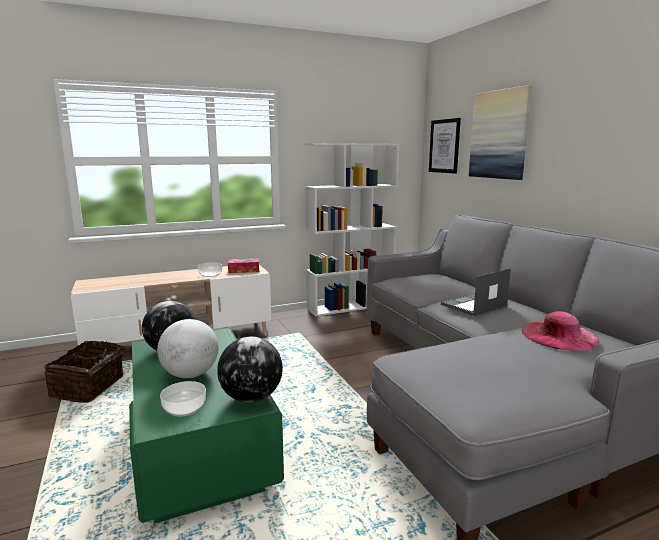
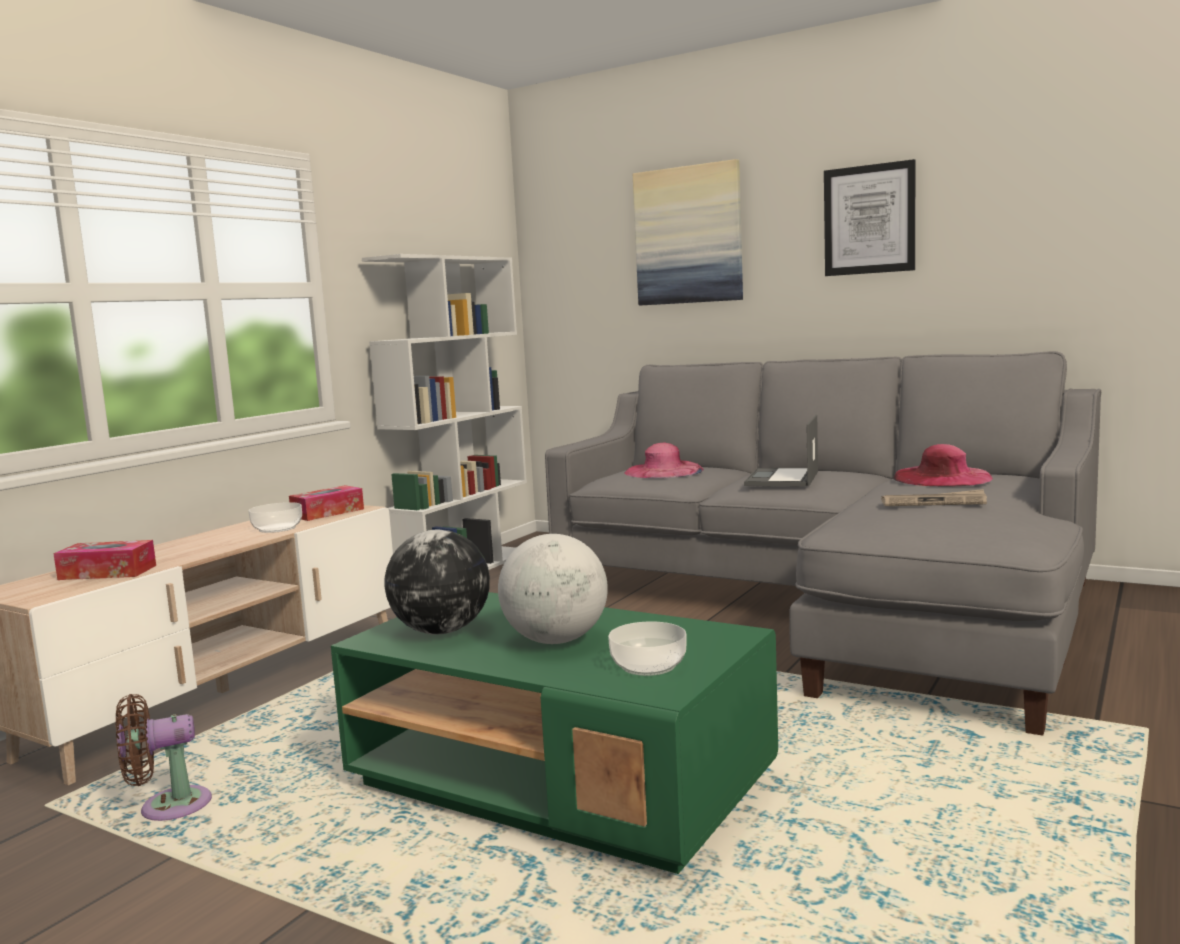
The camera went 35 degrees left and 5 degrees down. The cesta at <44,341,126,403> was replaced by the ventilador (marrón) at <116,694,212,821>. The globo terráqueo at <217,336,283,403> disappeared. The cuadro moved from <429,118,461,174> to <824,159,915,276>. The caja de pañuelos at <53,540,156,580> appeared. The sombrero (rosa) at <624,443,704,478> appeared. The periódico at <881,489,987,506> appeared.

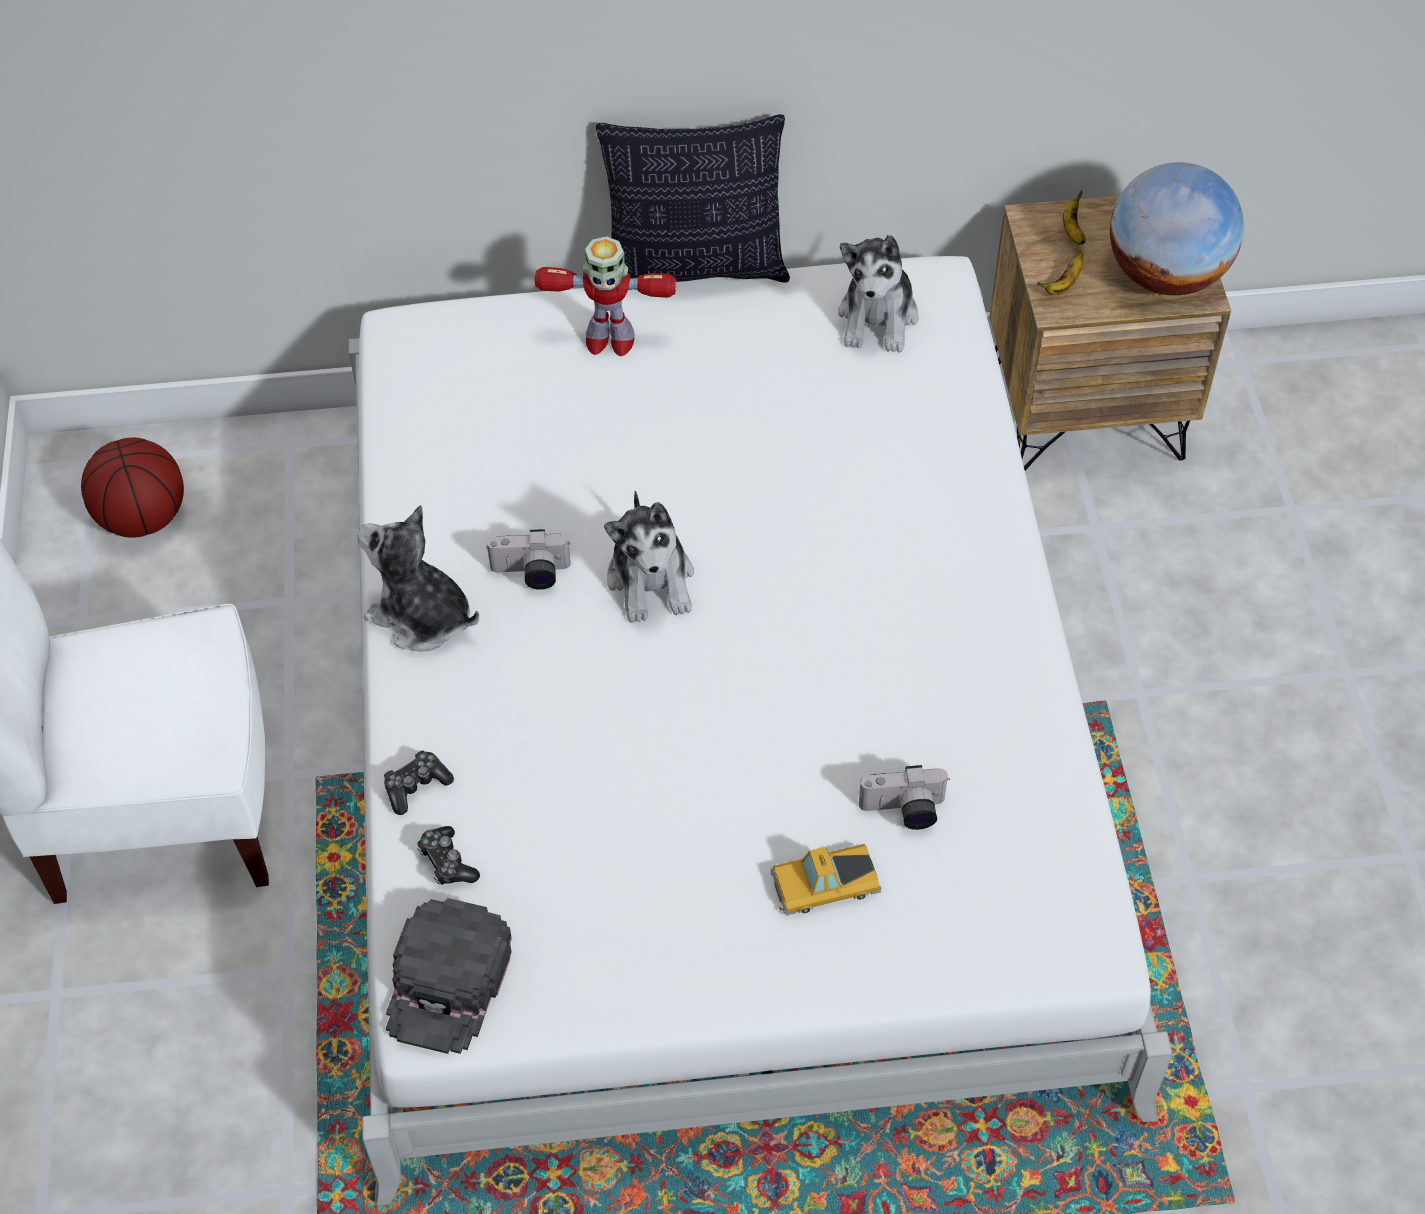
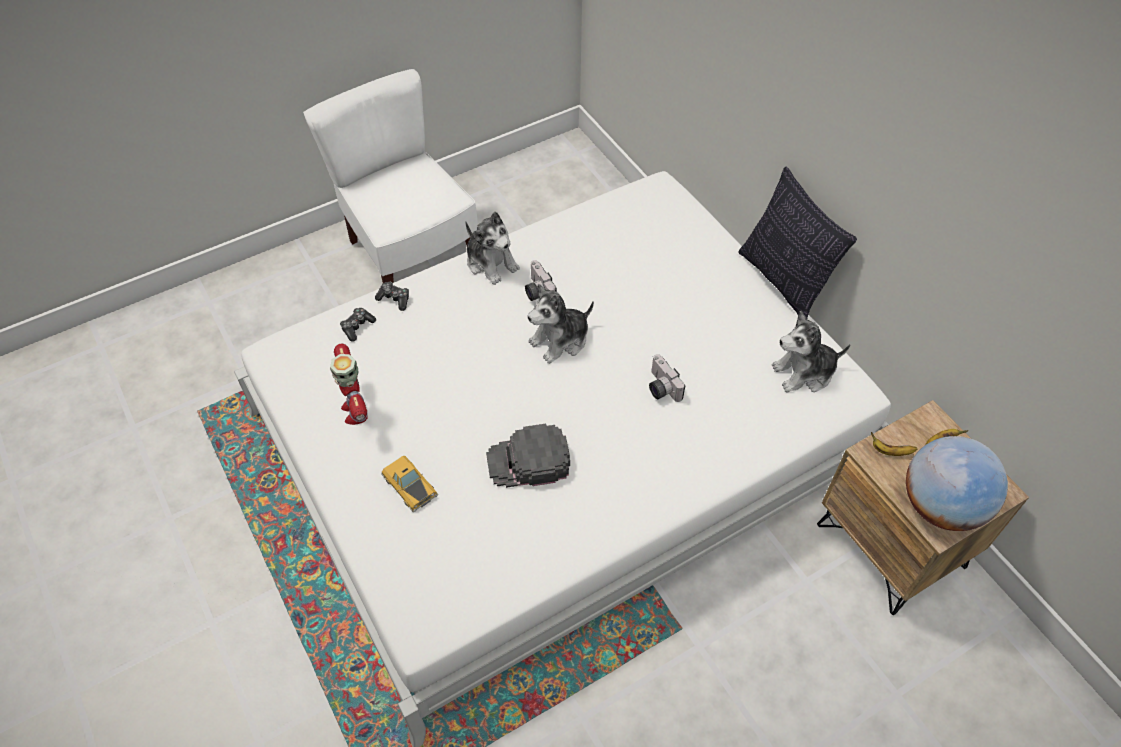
The camera went 65 degrees right and 0 degrees up. The balón de baloncesto at <81,438,184,538> disappeared. The peluche at <357,505,479,652> turned 135 degrees clockwise. The gorra (negro) moved from <386,898,512,1054> to <486,424,570,488>. The robot de juguete moved from <535,236,676,356> to <330,344,368,425>. The cámara moved from <859,765,950,830> to <649,354,685,402>.

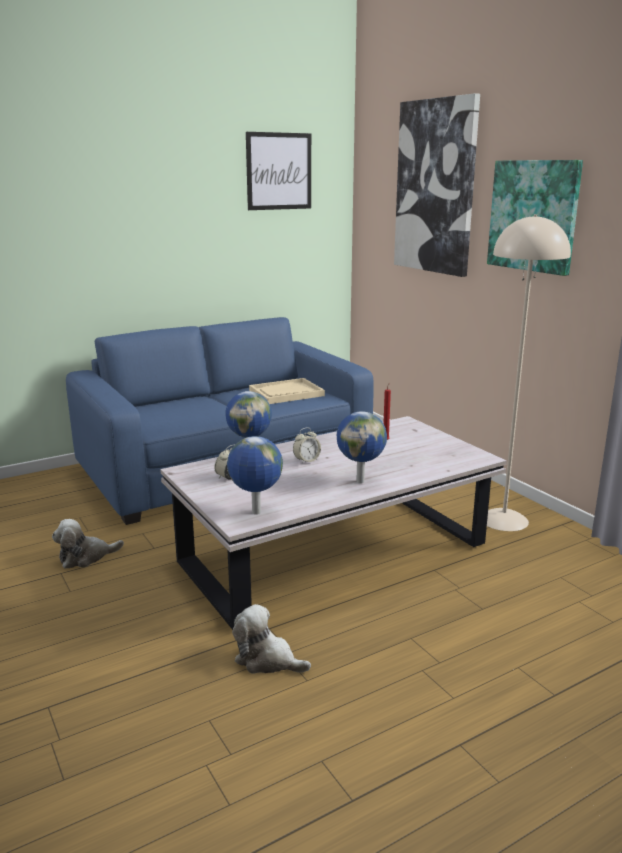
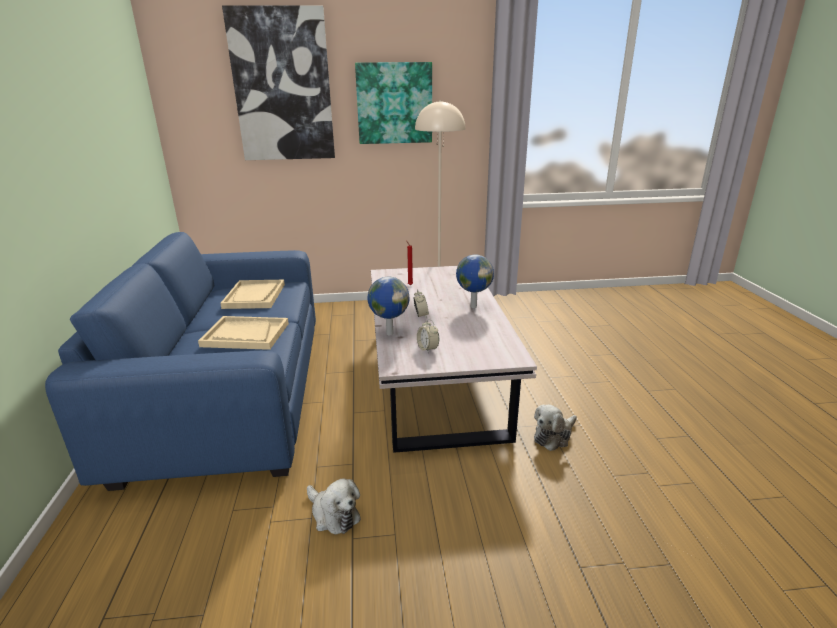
The camera went 65 degrees left and 5 degrees up. The peluche at <52,519,124,569> turned 45 degrees counterclockwise. The globo terráqueo at <227,436,283,515> disappeared. The cuadro at <246,132,311,210> disappeared. The bandeja (beis) at <198,316,289,350> appeared.

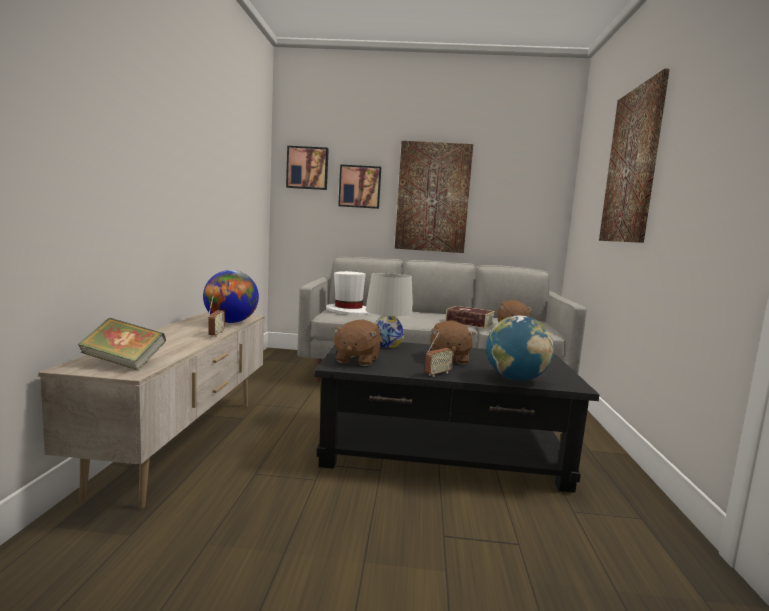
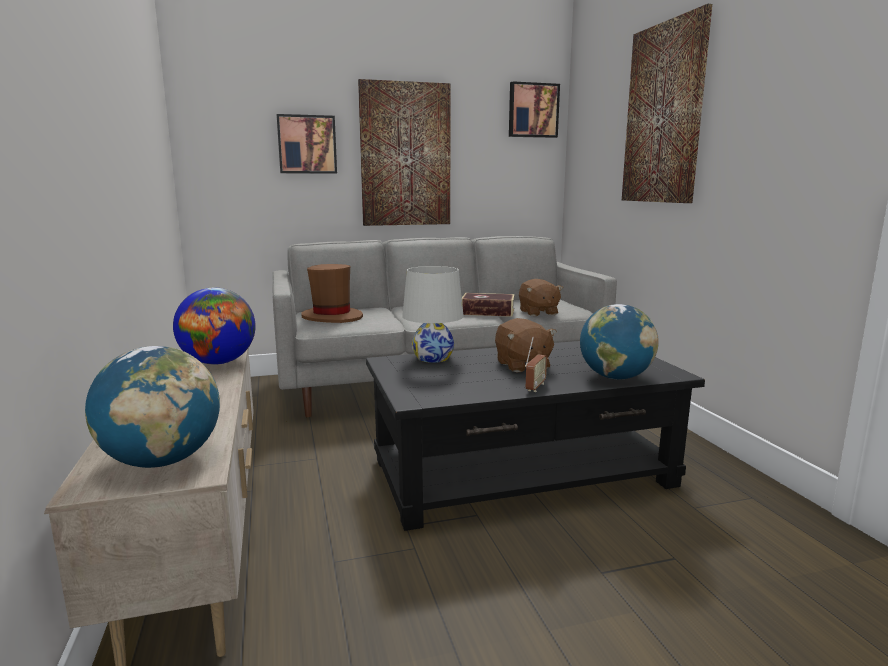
The camera went 20 degrees left and 5 degrees up. The libro at <78,318,166,371> was replaced by the globo terráqueo at <85,346,220,468>. The radio at <208,295,225,337> disappeared. The cuadro moved from <286,146,329,190> to <509,81,560,138>. The sombrero (blanco) at <326,271,370,315> became the sombrero (marrón) at <301,264,363,323>. The peluche (marrón) at <332,319,382,366> disappeared.

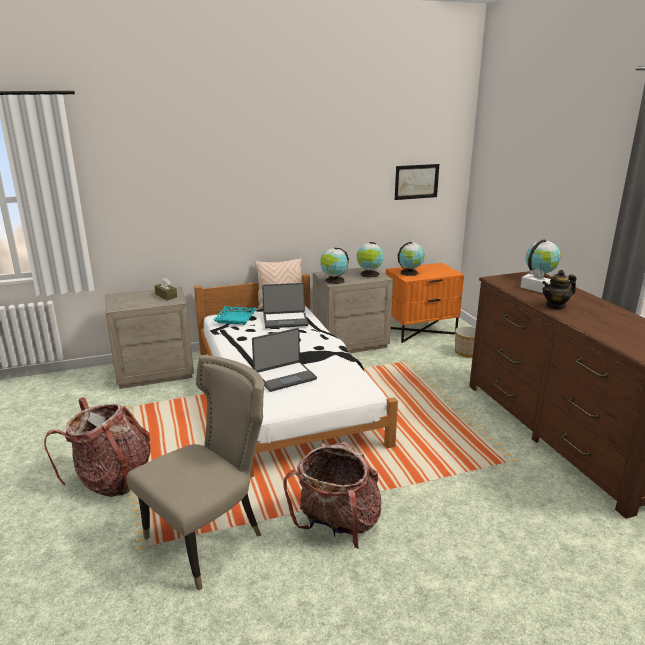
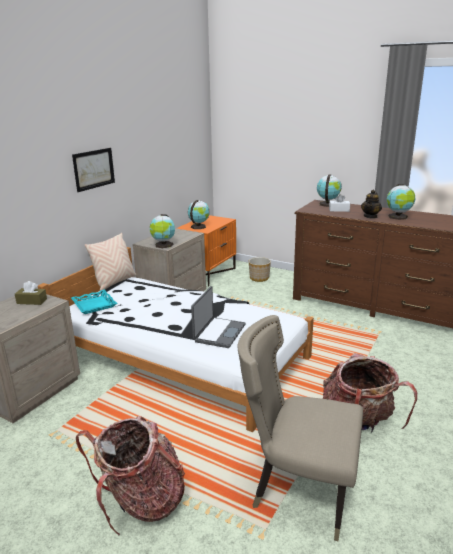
The camera went 40 degrees left and 0 degrees up. The silla (beis) at <127,355,264,590> turned 75 degrees counterclockwise. The portátil at <262,283,308,328> disappeared. The globo terráqueo moved from <357,242,383,278> to <387,184,416,220>. The cuadro moved from <395,164,439,200> to <72,148,115,192>.

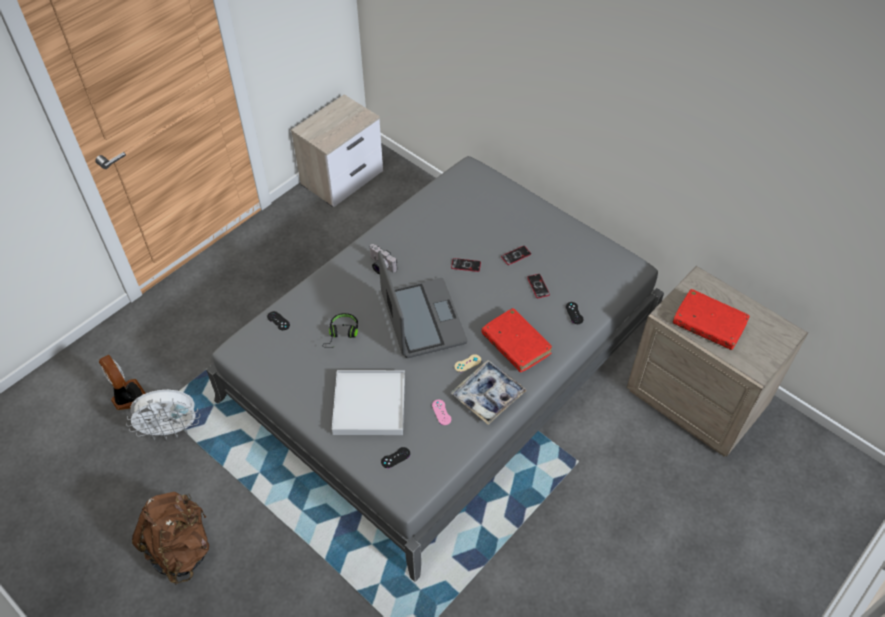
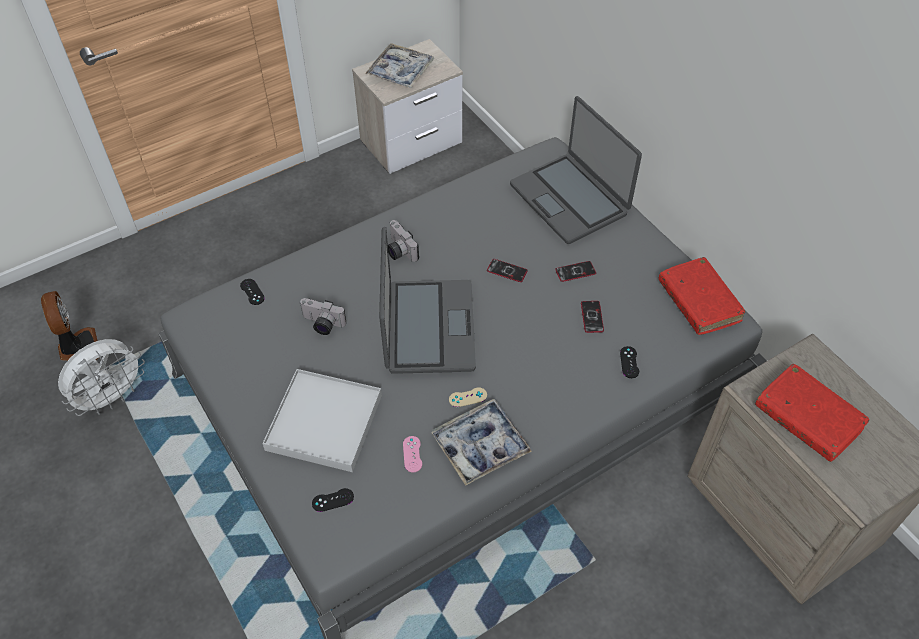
The camera went 15 degrees right and 0 degrees up. The ventilador (blanco) at <126,390,200,440> turned 45 degrees counterclockwise. The mochila (marrón) at <132,492,209,585> disappeared. The auriculares (negro) at <322,313,358,348> was replaced by the cámara at <299,298,346,335>. The libro (rojo) moved from <482,308,552,373> to <659,257,745,335>. The bandeja at <365,43,434,88> appeared. The portátil at <510,96,642,244> appeared.

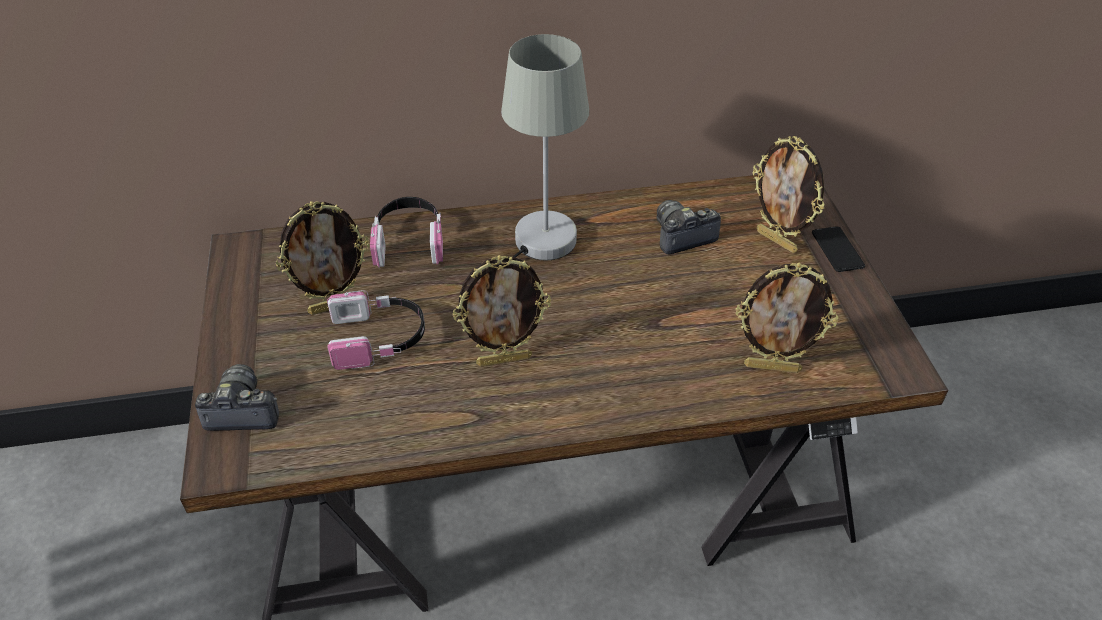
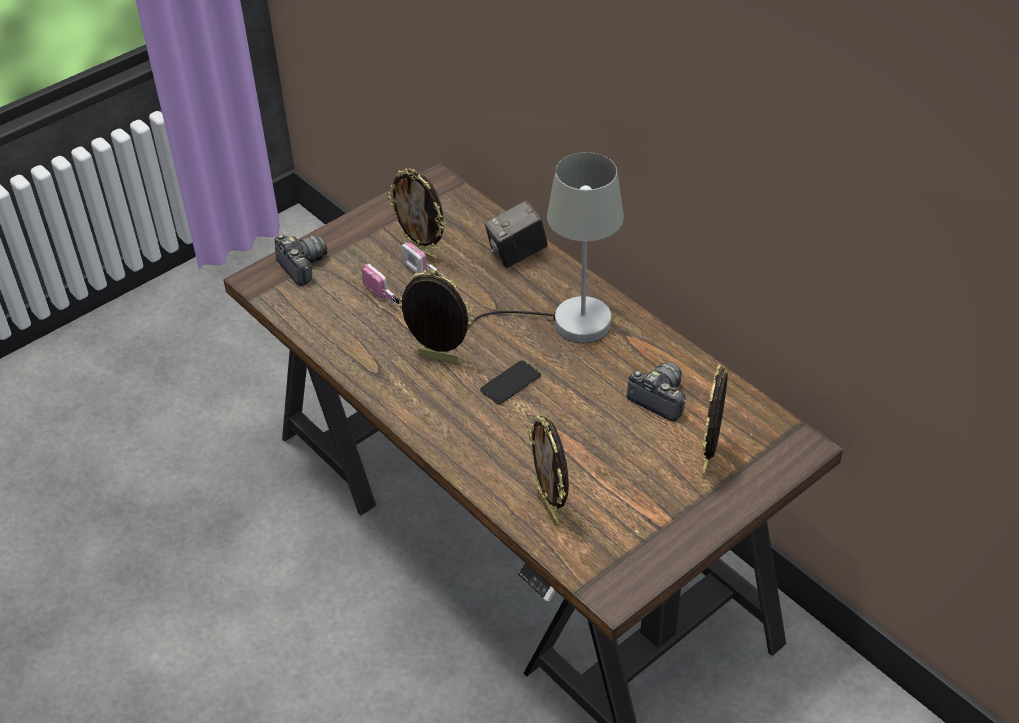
The camera went 60 degrees right and 0 degrees up. The auriculares at <370,197,443,268> was replaced by the cámara at <485,200,548,268>. The portarretratos at <453,255,551,366> turned 150 degrees clockwise. The móvil moved from <812,226,865,272> to <480,360,541,404>.

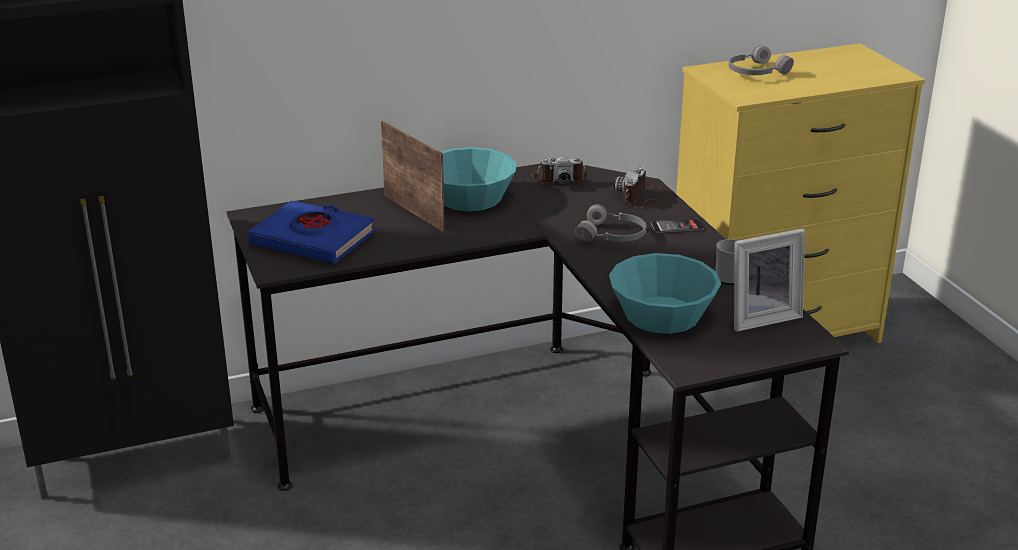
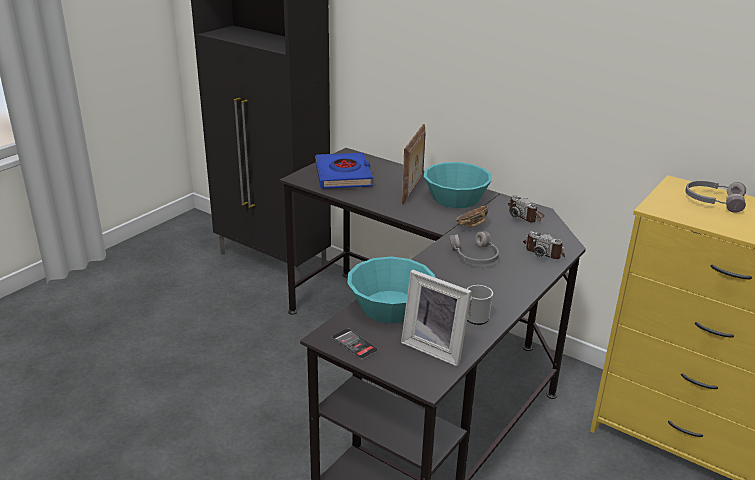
The camera went 55 degrees right and 0 degrees up. The cámara at <614,167,667,209> turned 135 degrees counterclockwise. The móvil moved from <651,219,703,233> to <332,328,378,360>. The cuenco at <456,206,488,228> appeared.

